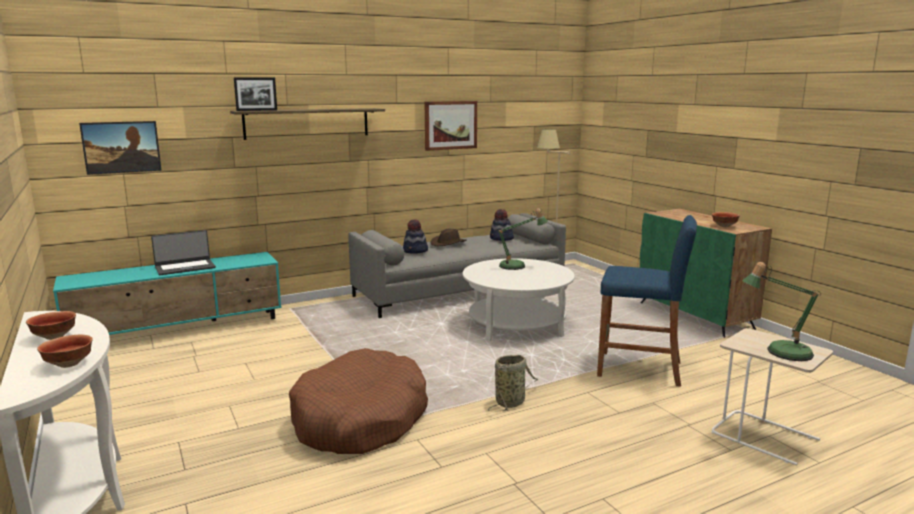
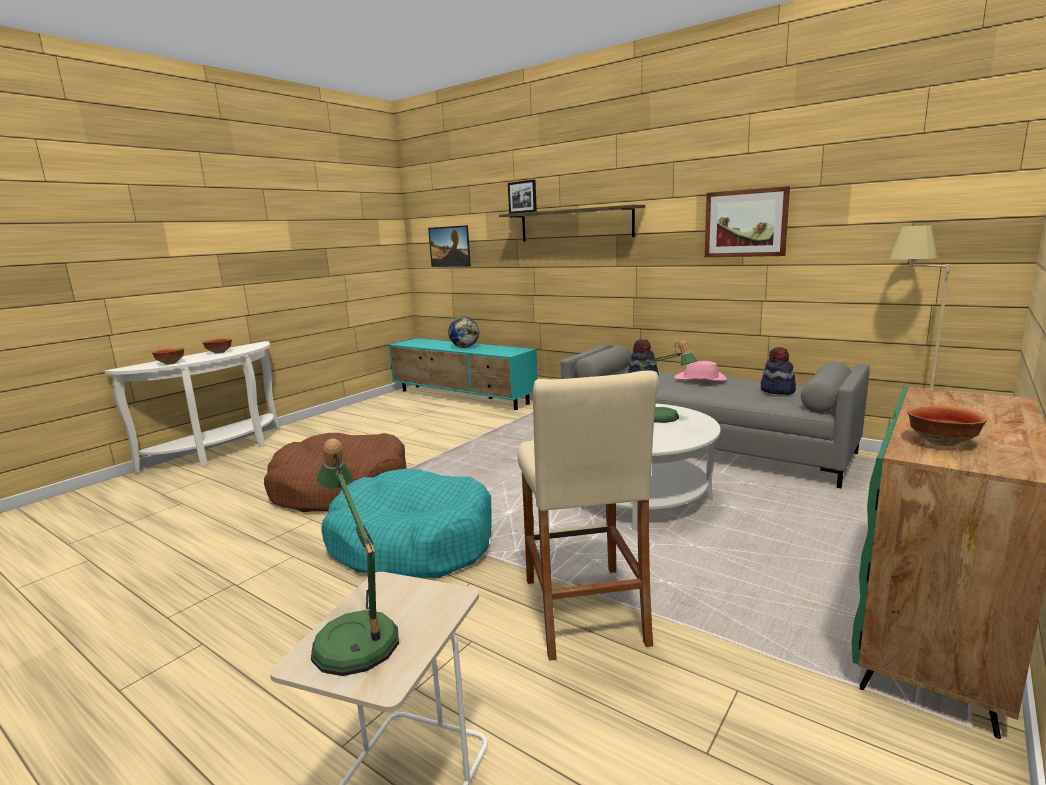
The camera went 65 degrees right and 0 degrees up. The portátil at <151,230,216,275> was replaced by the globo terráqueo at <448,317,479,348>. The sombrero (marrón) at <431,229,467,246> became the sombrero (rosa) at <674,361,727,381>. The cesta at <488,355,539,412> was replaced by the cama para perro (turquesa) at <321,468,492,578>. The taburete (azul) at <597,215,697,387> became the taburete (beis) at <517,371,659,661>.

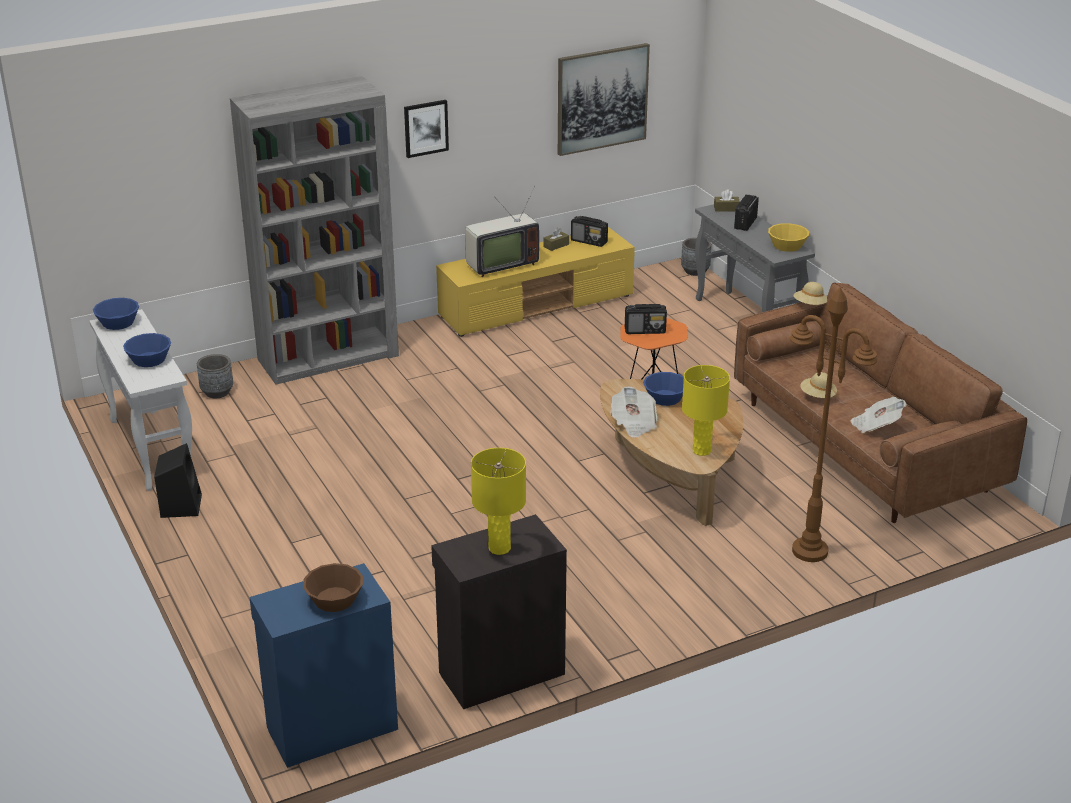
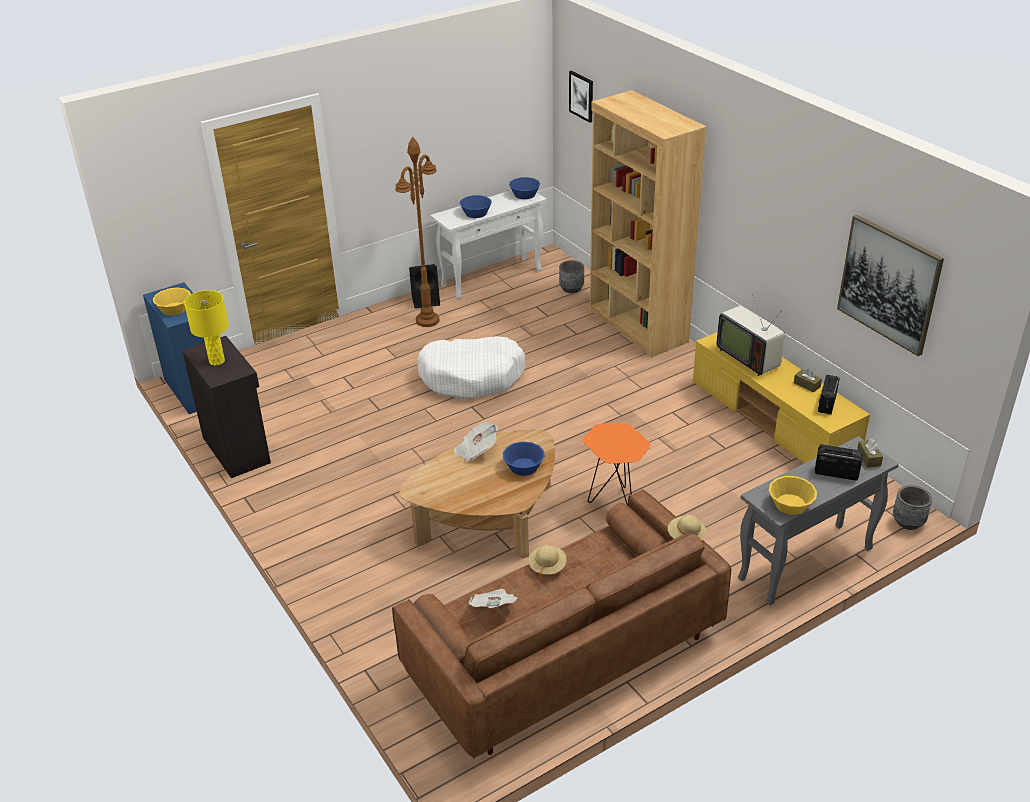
The camera went 85 degrees right and 5 degrees up. The estantería (gris) at <230,76,399,385> became the estantería (marrón) at <590,90,706,357>. The cuenco (marrón) at <303,563,363,612> became the cuenco (amarillo) at <153,287,191,316>. The cuadro moved from <404,100,449,158> to <569,71,593,123>. The radio at <625,304,667,334> disappeared. The lámpara de mesa (amarillo) at <682,365,730,456> disappeared. The lámpara de pie (marrón) moved from <790,288,877,562> to <395,137,439,327>. The cama para perro (blanco) at <417,336,525,399> appeared.

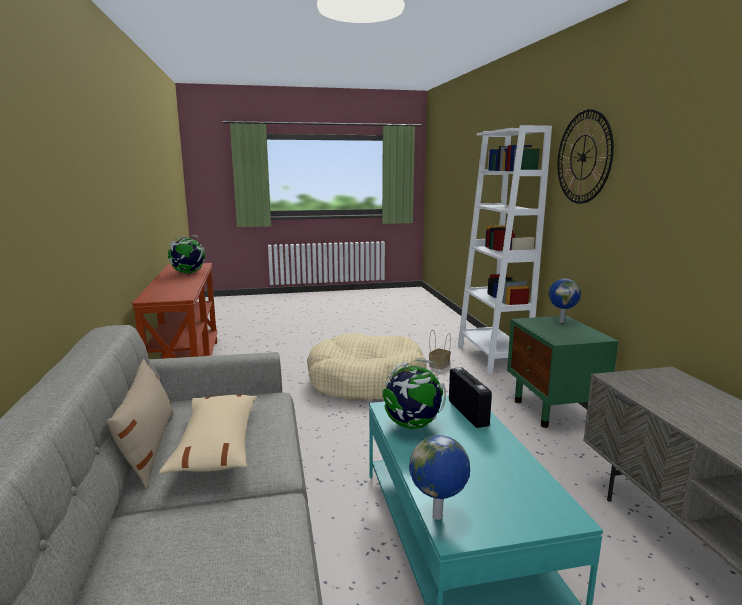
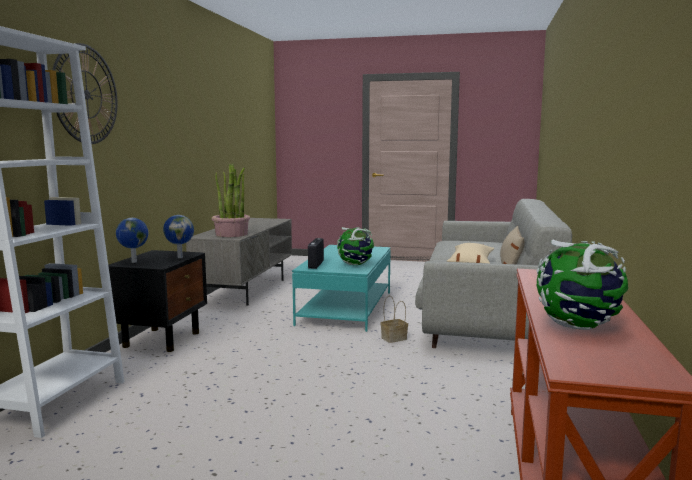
The camera went 155 degrees left and 5 degrees down. The cama para perro (beis) at <307,333,427,400> disappeared. The globo terráqueo moved from <409,435,470,520> to <163,215,194,258>. The cesta moved from <429,330,451,370> to <381,296,408,343>. The mesita de noche (verde) at <507,315,619,428> became the mesita de noche (negro) at <108,250,207,352>. The planta en maceta at <212,164,250,237> appeared.

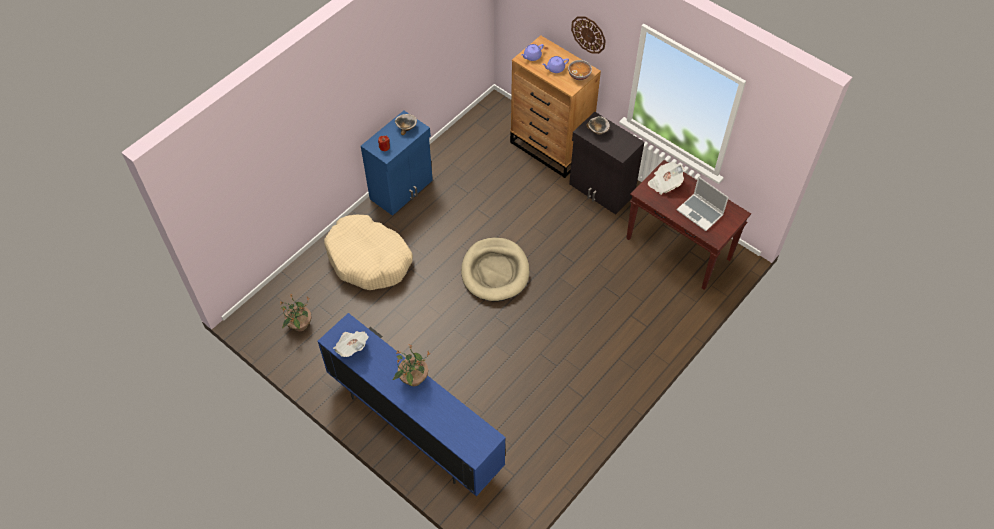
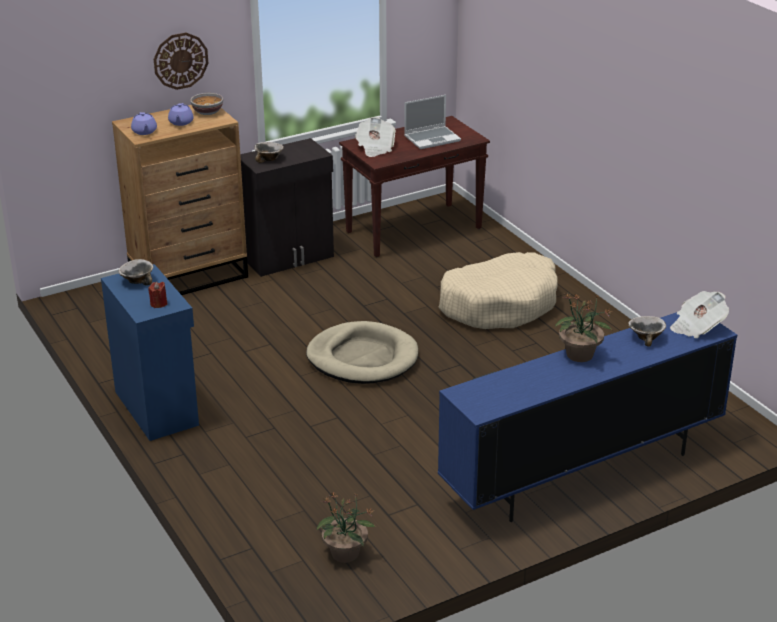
The camera went 70 degrees left and 25 degrees down. The cama para perro (beis) moved from <324,214,413,290> to <439,252,558,329>. The periódico moved from <333,331,369,357> to <670,291,729,338>. The cuenco at <628,316,666,347> appeared.

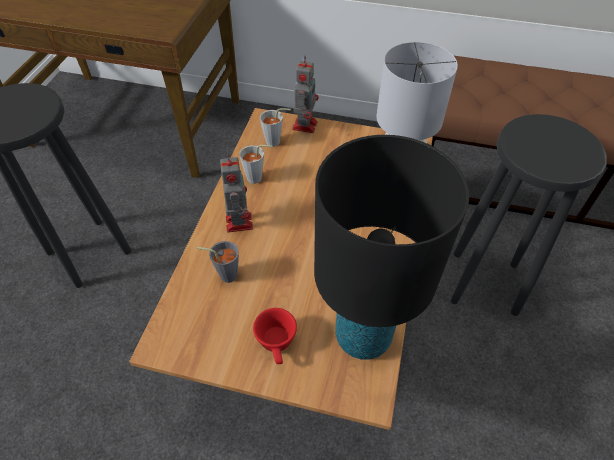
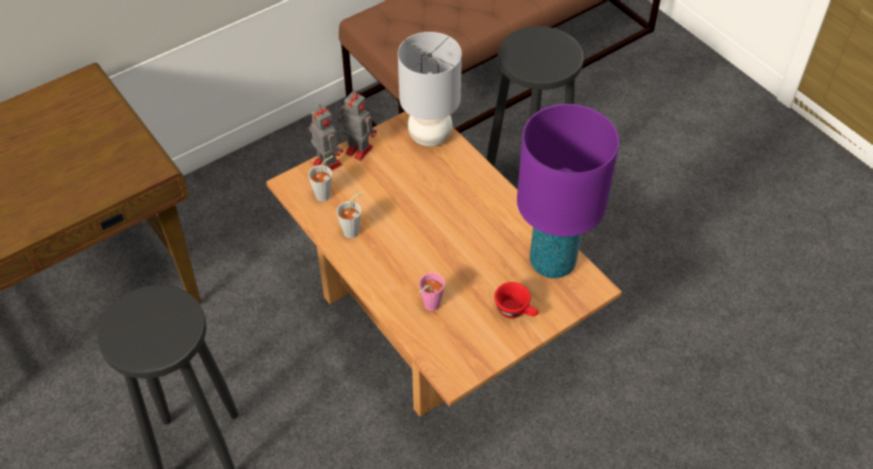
The camera went 50 degrees left and 0 degrees up. The taza (gris) at <197,241,239,283> became the taza (rosa) at <419,273,445,311>. The robot de juguete moved from <220,154,253,232> to <337,90,377,161>. The lámpara de mesa (negro) at <314,135,469,359> became the lámpara de mesa (morado) at <517,104,619,278>.

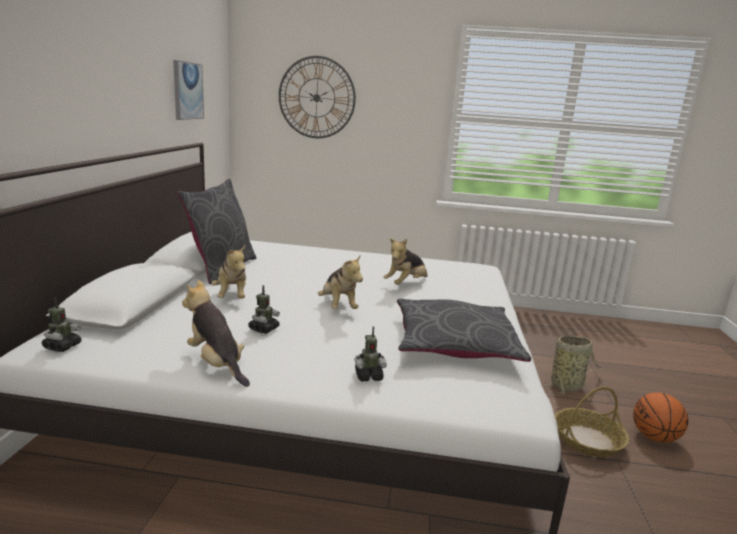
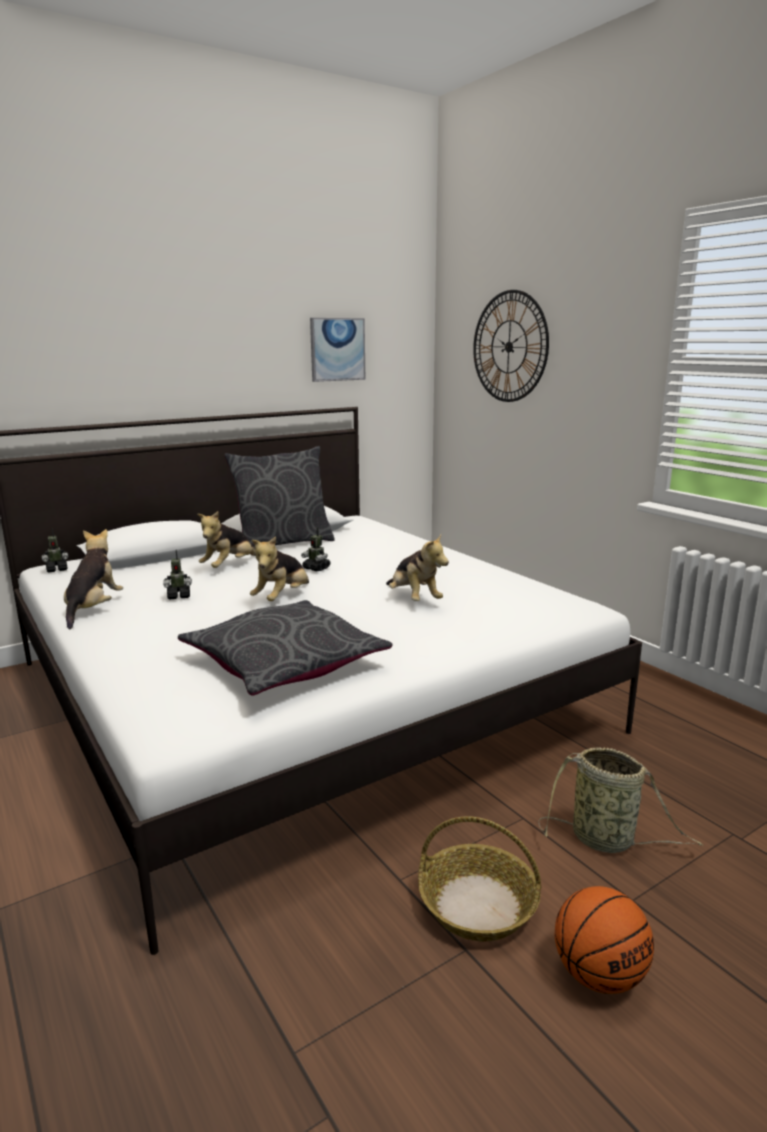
The camera went 50 degrees right and 0 degrees up. The robot de juguete moved from <355,326,387,381> to <301,527,331,572>. The peluche at <383,239,427,285> turned 120 degrees counterclockwise.

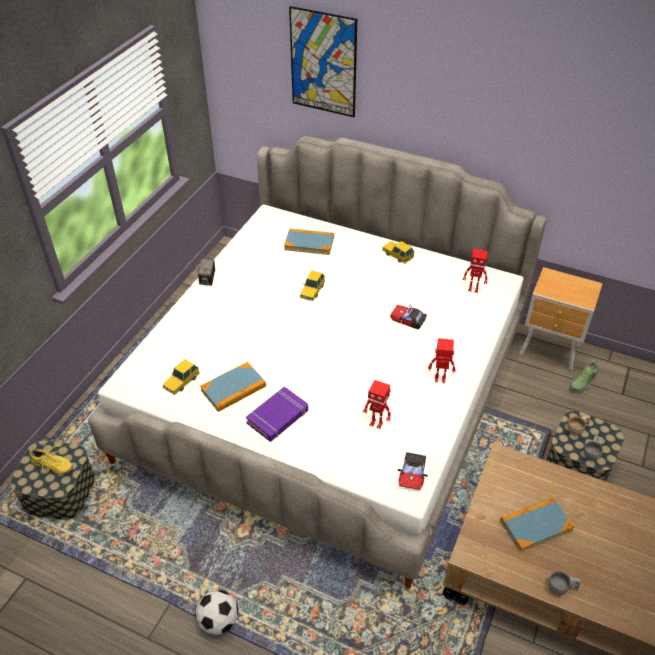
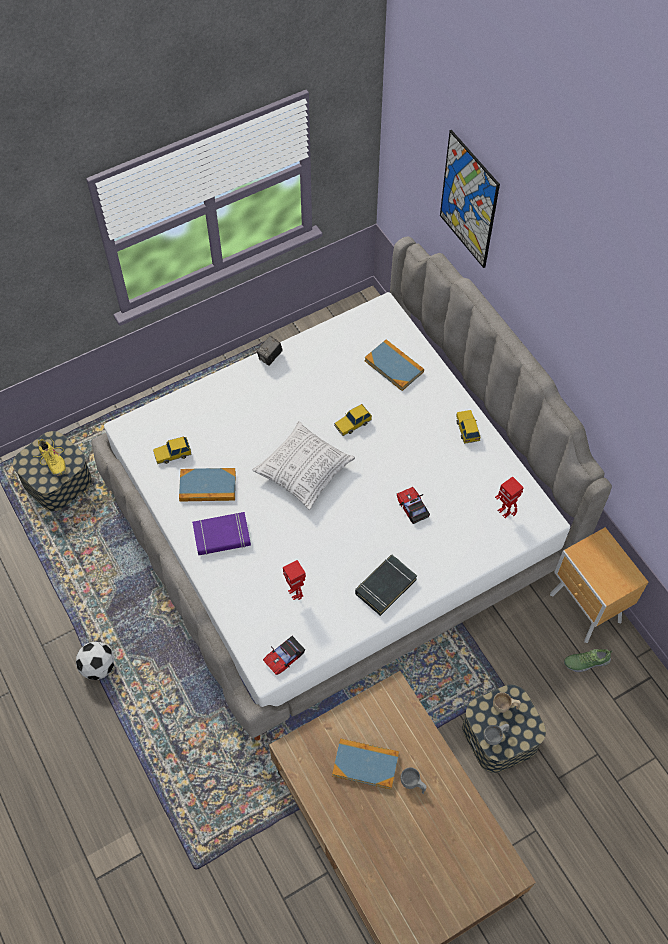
The camera went 35 degrees right and 15 degrees up. The robot de juguete at <428,338,456,383> was replaced by the libro (negro) at <355,555,417,616>. The taza (gris) moved from <548,571,581,595> to <401,767,427,794>. The cojín at <252,421,355,510> appeared.

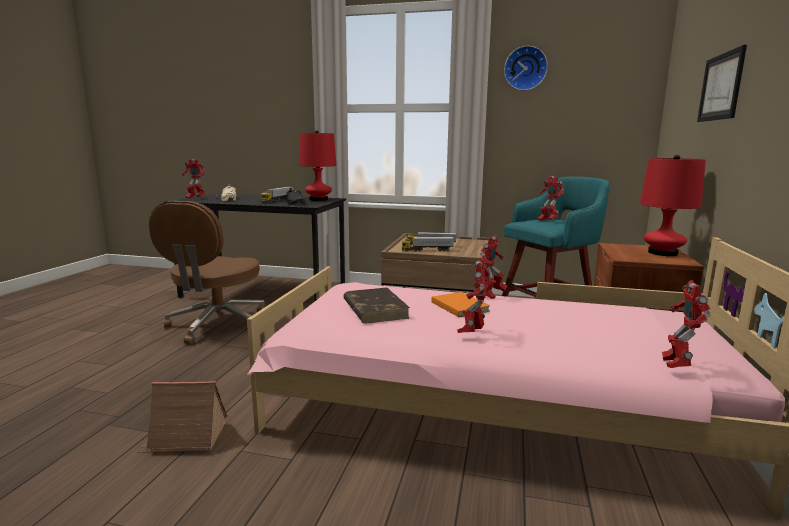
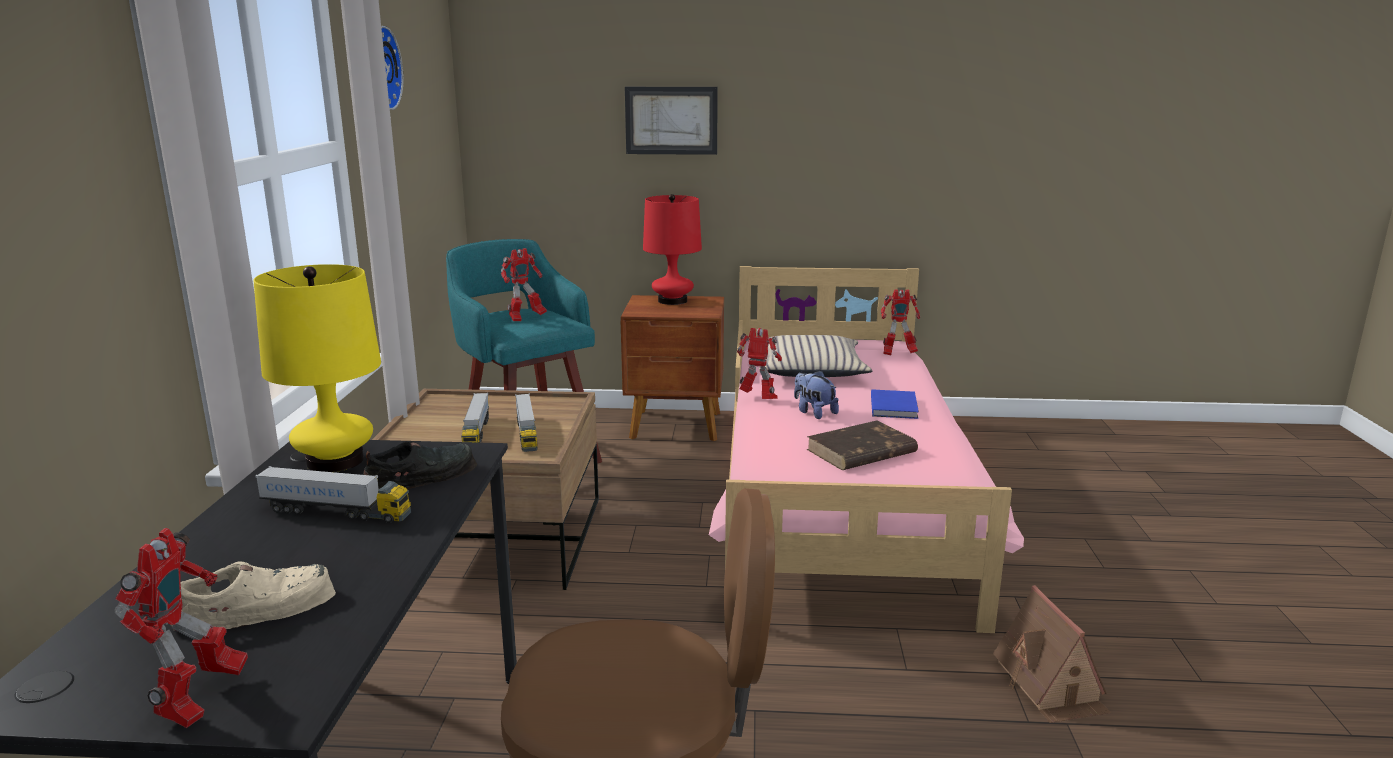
The camera went 100 degrees left and 5 degrees up. The lámpara de mesa (rojo) at <299,130,337,201> became the lámpara de mesa (amarillo) at <253,264,381,472>. The libro (naranja) at <432,292,490,317> was replaced by the peluche at <794,370,839,419>. The robot de juguete at <457,259,490,333> was replaced by the libro (azul) at <871,389,919,419>. The cojín (beis) at <759,335,873,377> appeared.

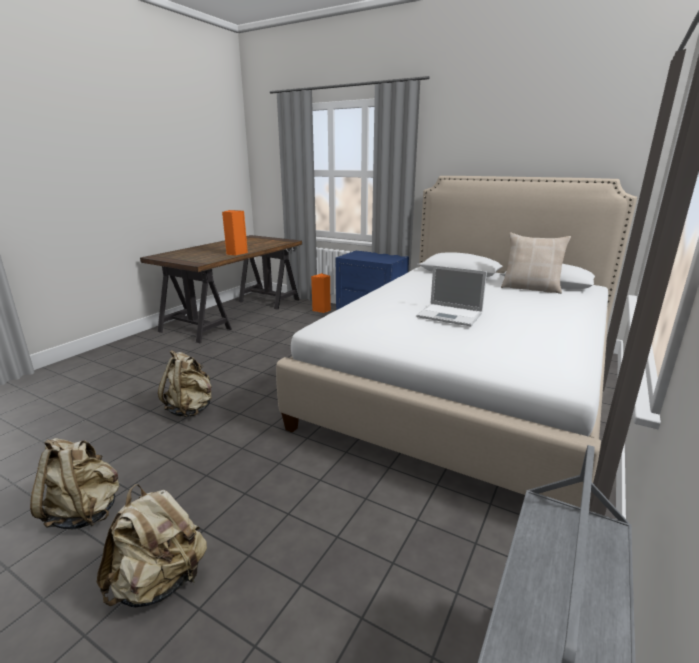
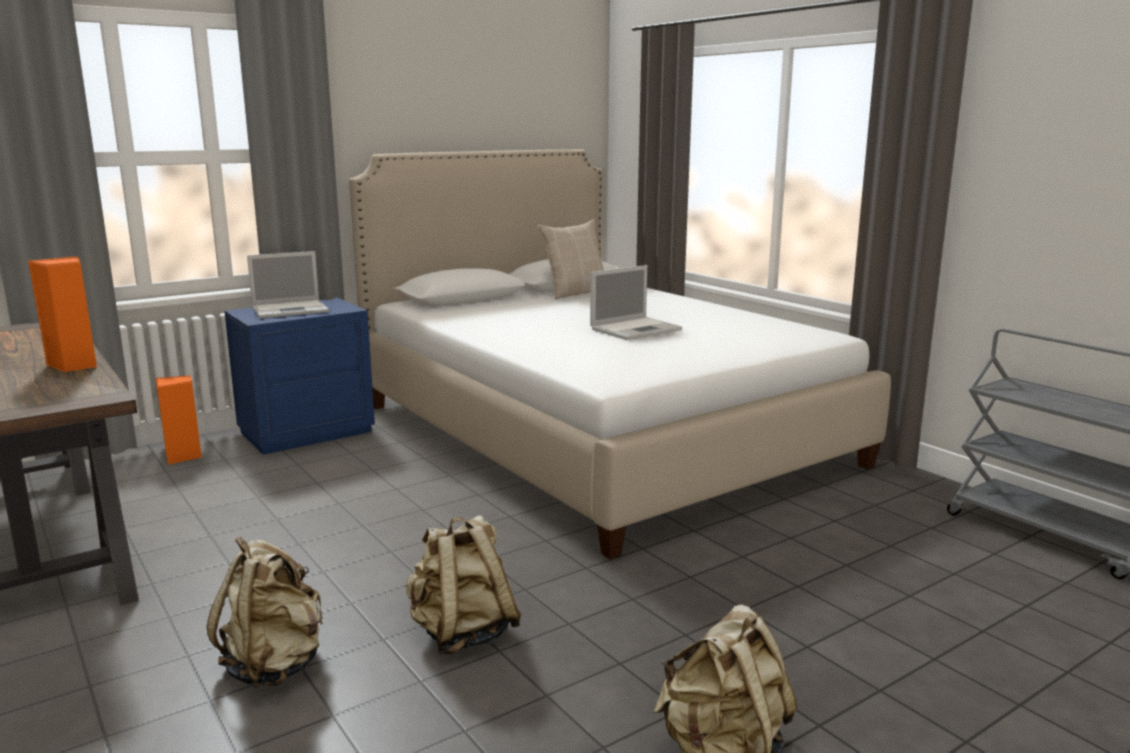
The camera went 65 degrees left and 5 degrees down. The mochila (beis) moved from <97,484,207,607> to <207,536,323,688>. The portátil at <247,251,329,318> appeared.

